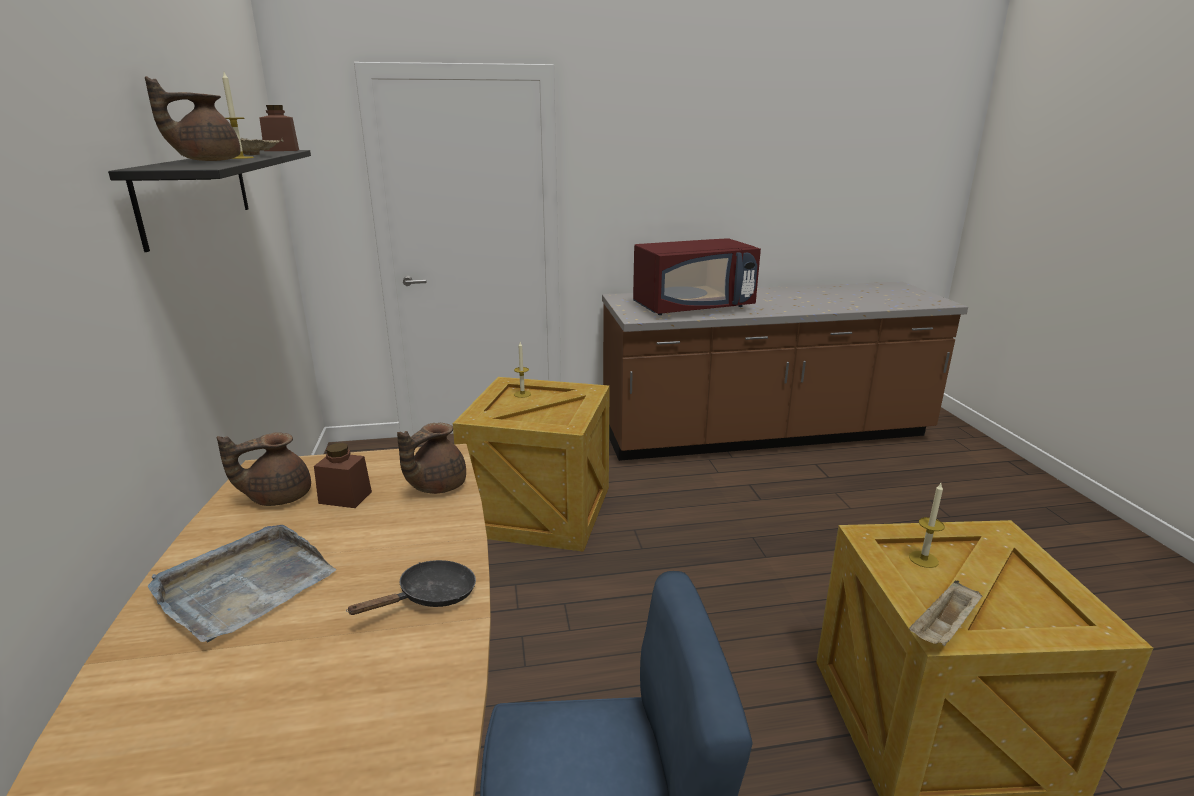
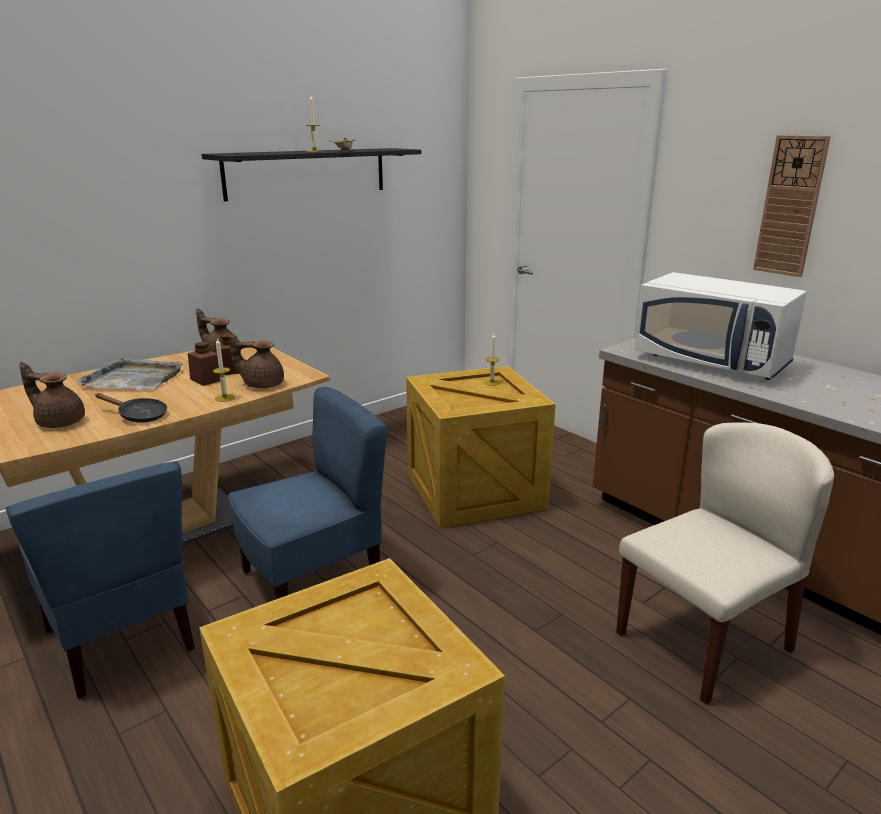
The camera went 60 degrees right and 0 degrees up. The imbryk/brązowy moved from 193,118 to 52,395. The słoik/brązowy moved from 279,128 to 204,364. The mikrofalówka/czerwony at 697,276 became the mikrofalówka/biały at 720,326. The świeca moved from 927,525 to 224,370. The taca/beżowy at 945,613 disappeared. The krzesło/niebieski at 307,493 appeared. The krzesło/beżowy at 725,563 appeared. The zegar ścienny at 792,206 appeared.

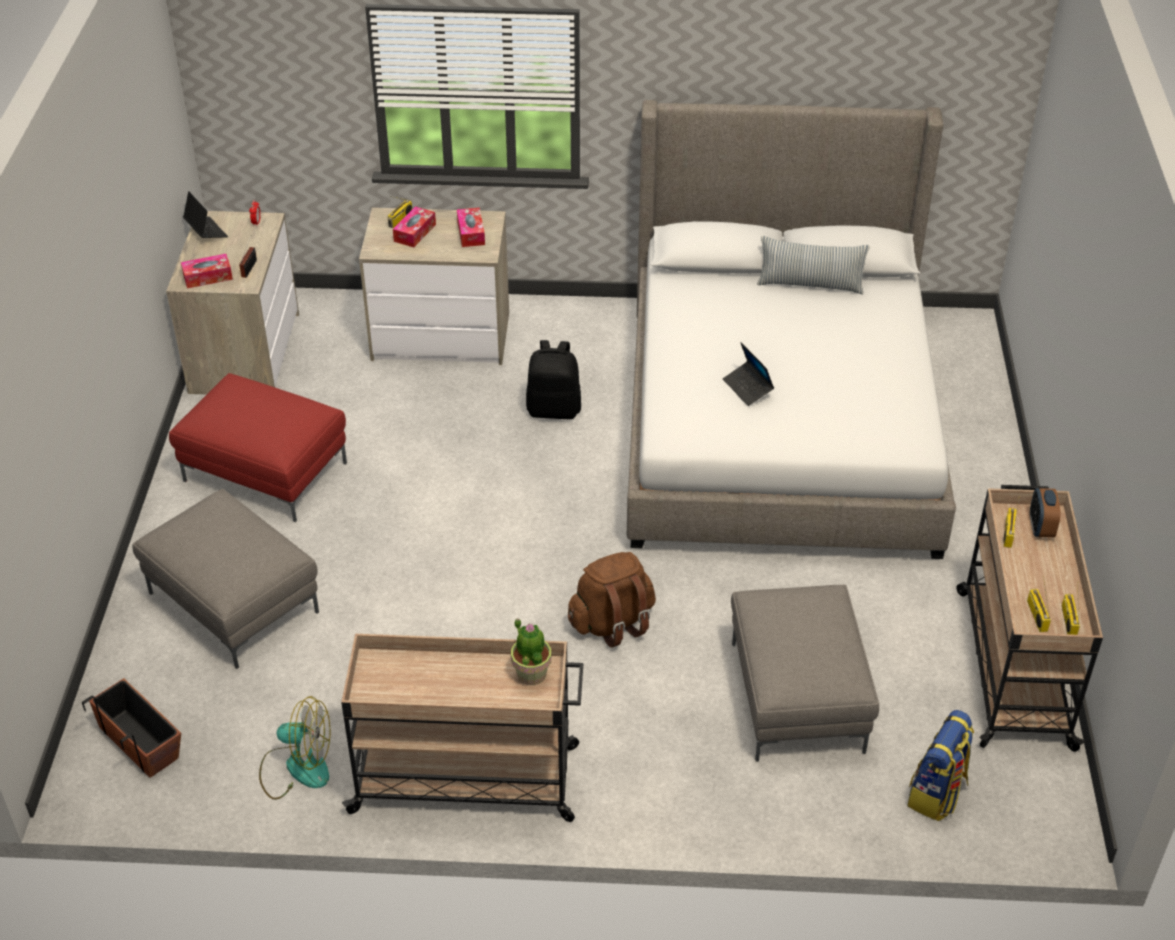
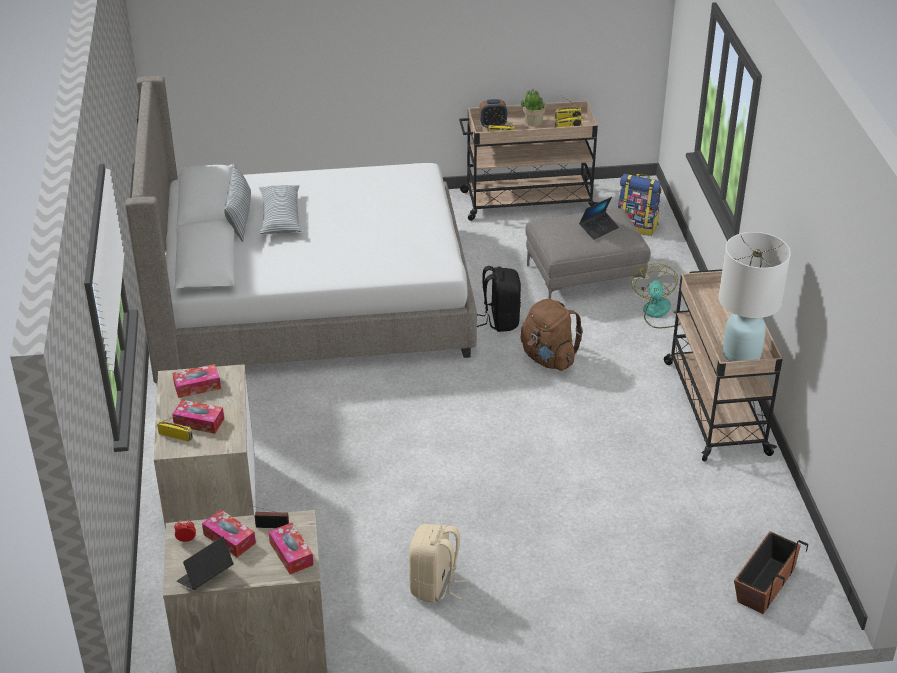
The camera went 100 degrees left and 5 degrees down. The pufa/szary at 225,579 disappeared. The pufa/czerwony at 258,447 was replaced by the plecak/beżowy at 438,563. The wentylator moved from 294,748 to 656,295. The roślina doniczkowa moved from 531,651 to 533,107. The plecak/czarny moved from 553,379 to 499,299. The laptop moved from 748,374 to 599,218. The pudełko chusteczek at 229,533 appeared. The poduszka at 280,209 appeared. The lampa stołowa/biały at 755,297 appeared.

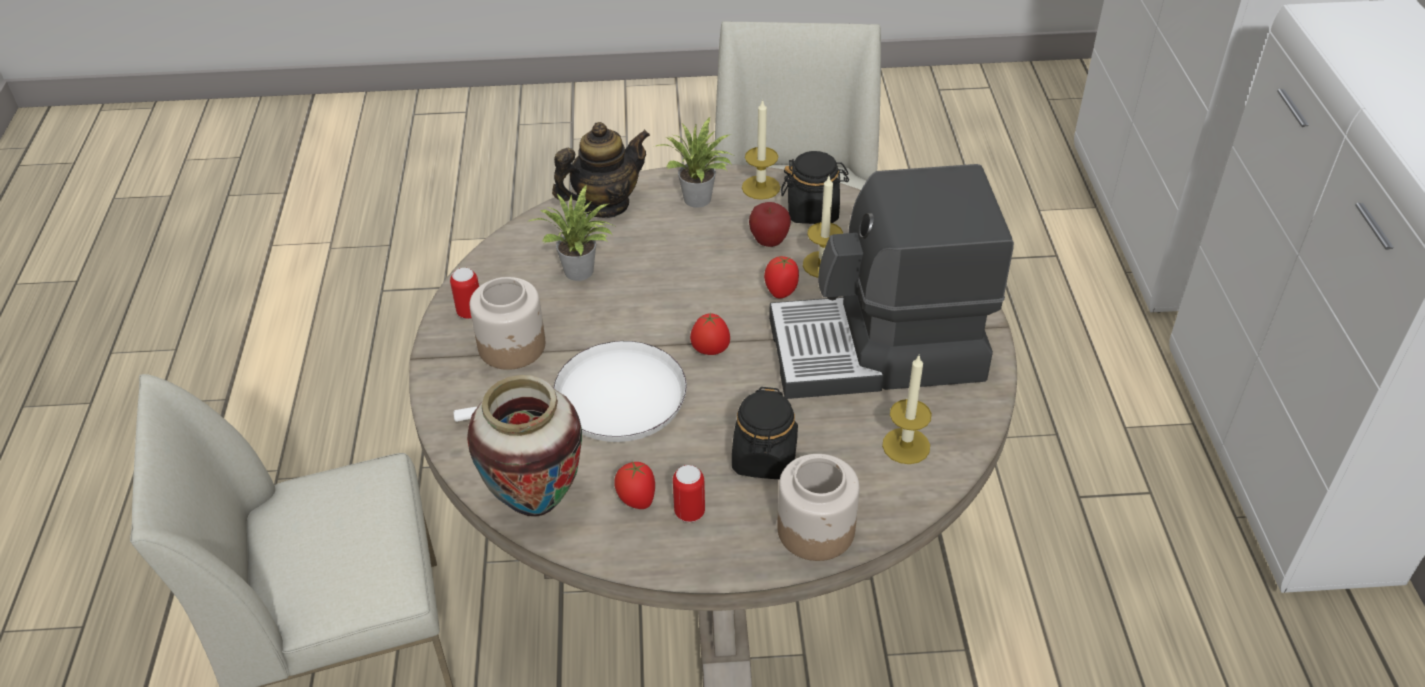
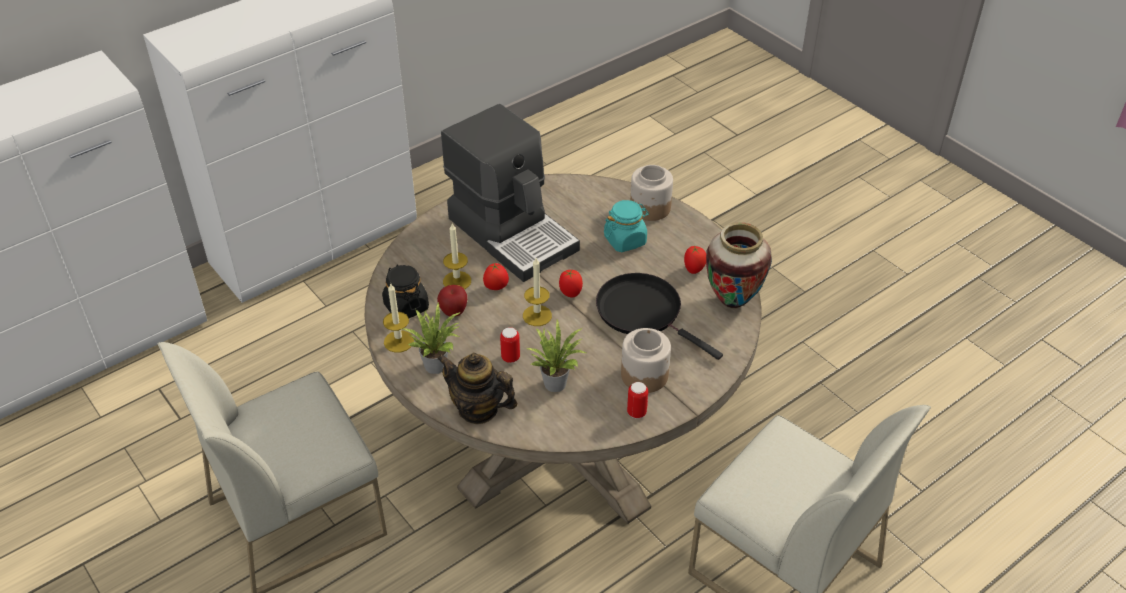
The camera went 125 degrees left and 0 degrees up. The patelnia/biały at 570,391 became the patelnia/czarny at 659,316. The puszka moved from 689,493 to 510,345. The słoik/czarny at 765,433 became the słoik/turkusowy at 626,226. The świeca moved from 907,410 to 537,292.

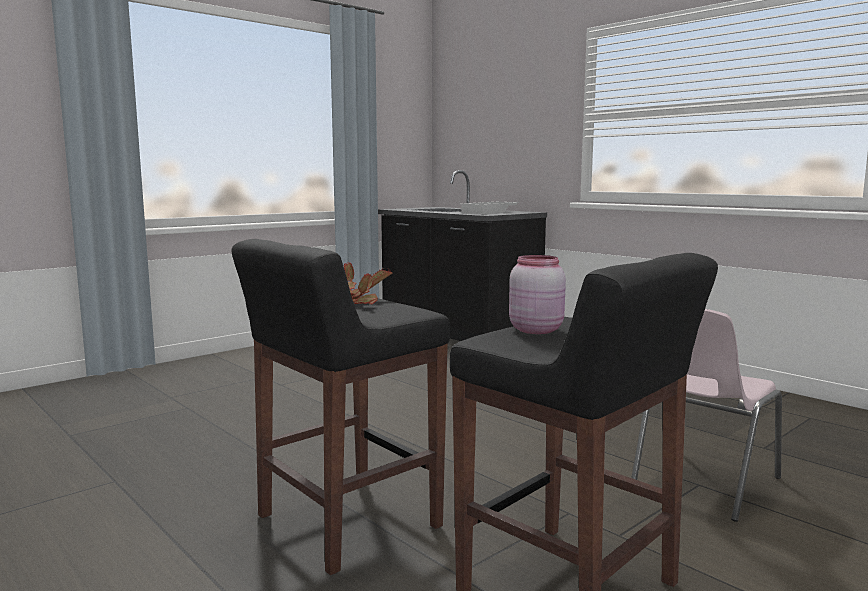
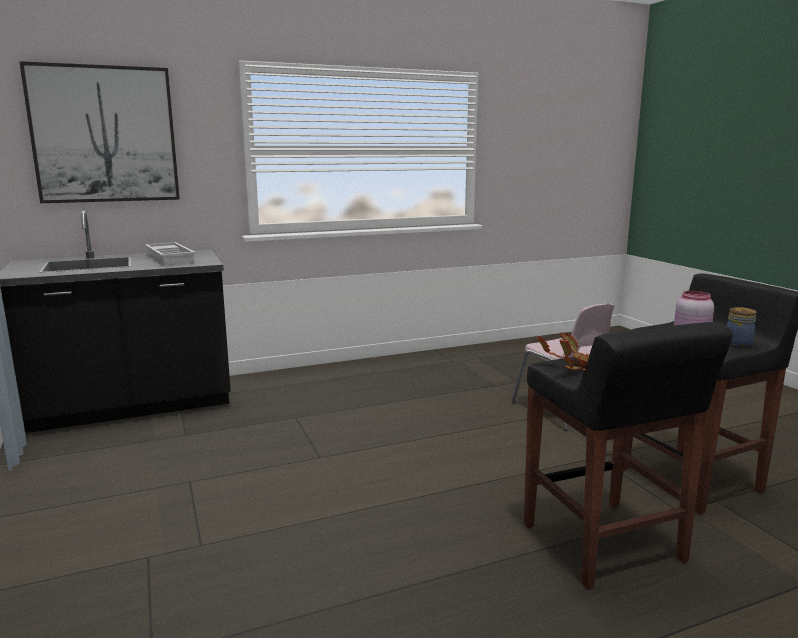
The camera went 70 degrees left and 5 degrees up. The obraz at 99,132 appeared. The słoik at 741,327 appeared.

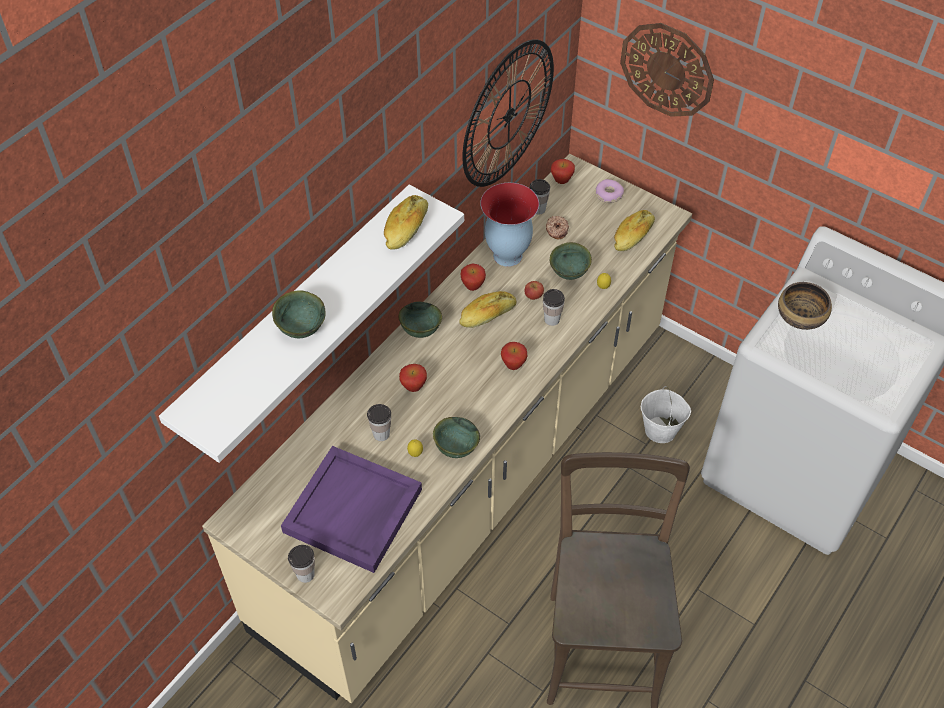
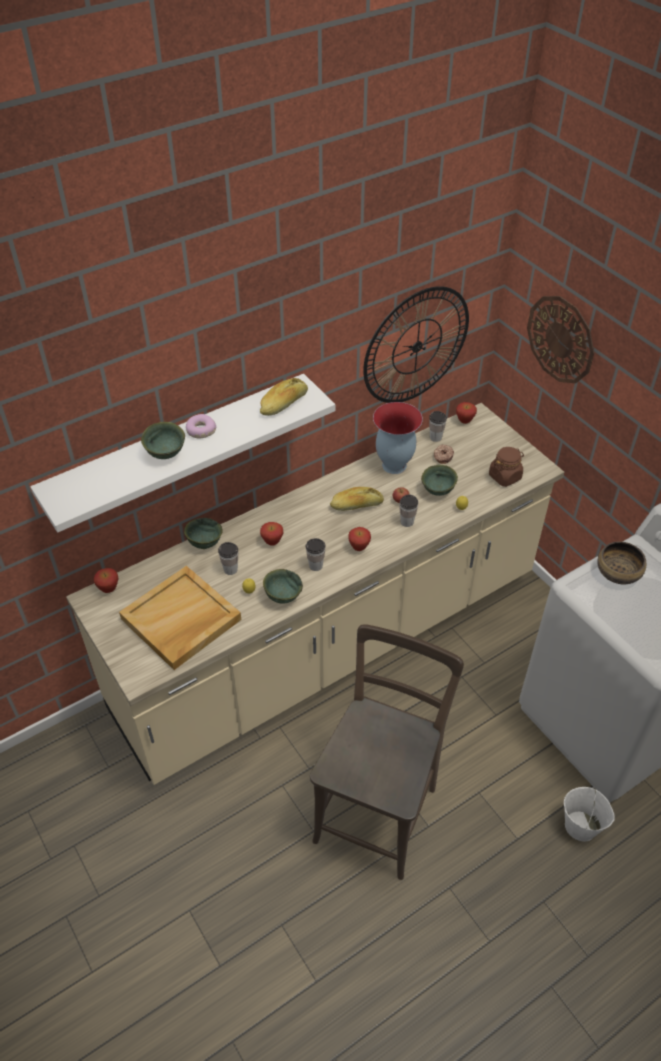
The camera went 20 degrees right and 5 degrees down. The taca/fioletowy at 351,509 became the taca/beżowy at 180,618. The filiżanka moved from 301,564 to 315,554. The miska/zielony moved from 420,319 to 203,533. The jabłko moved from 473,277 to 106,580. The donut moved from 610,191 to 201,426. The chleb at 634,230 was replaced by the słoik/brązowy at 506,467. The wiadro/biały moved from 666,414 to 589,814.

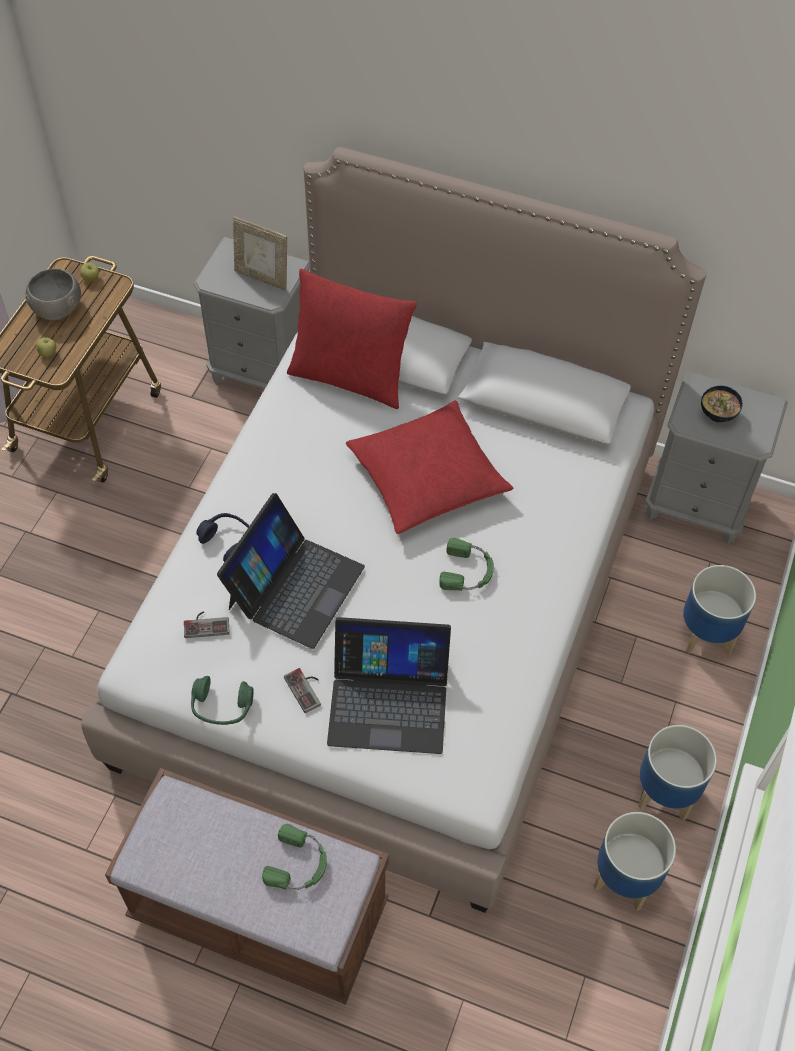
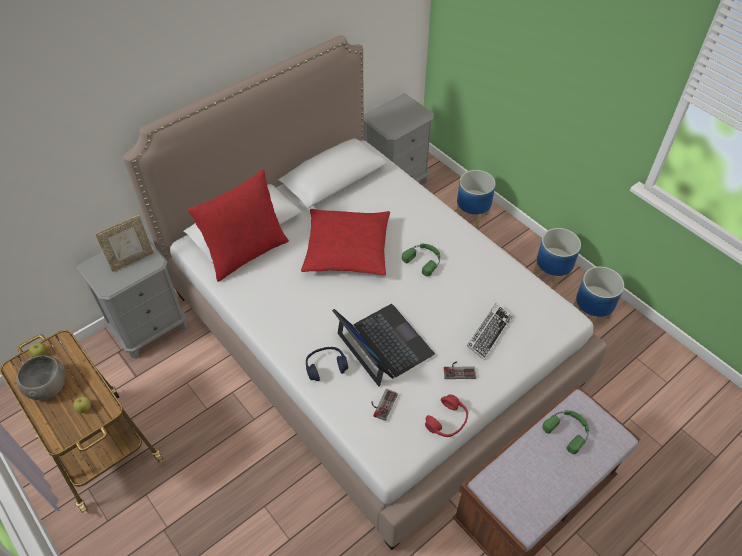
The camera went 60 degrees left and 5 degrees down. The słuchawki/zielony at 222,700 became the słuchawki/czerwony at 446,415. The laptop at 389,685 was replaced by the klawiatura at 490,332. The miska at 722,404 disappeared.

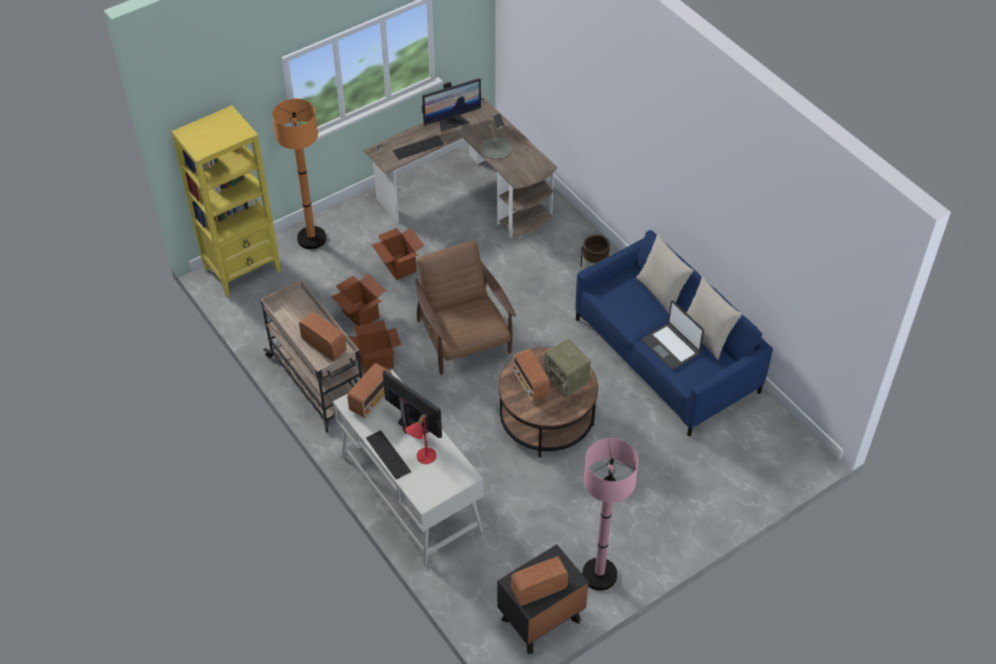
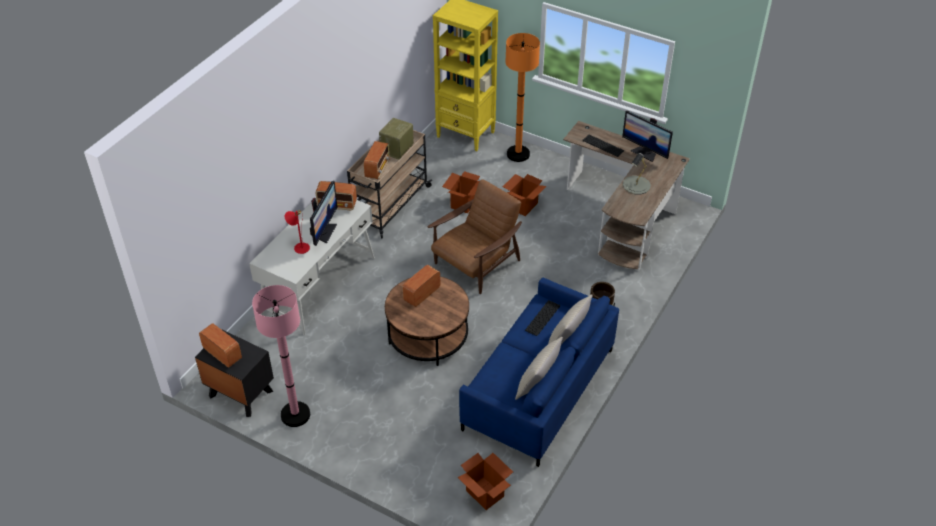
The camera went 65 degrees right and 5 degrees down. The karton moved from 374,347 to 485,481. The klawiatura moved from 388,455 to 542,318. The radio moved from 567,368 to 396,139. The laptop at 673,335 disappeared.

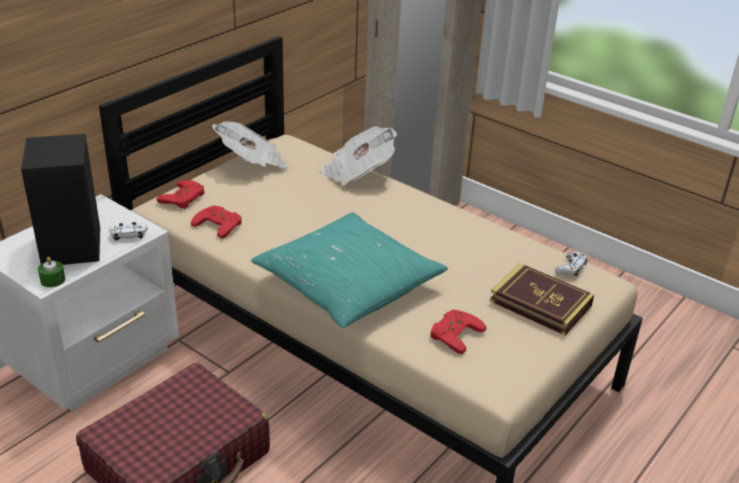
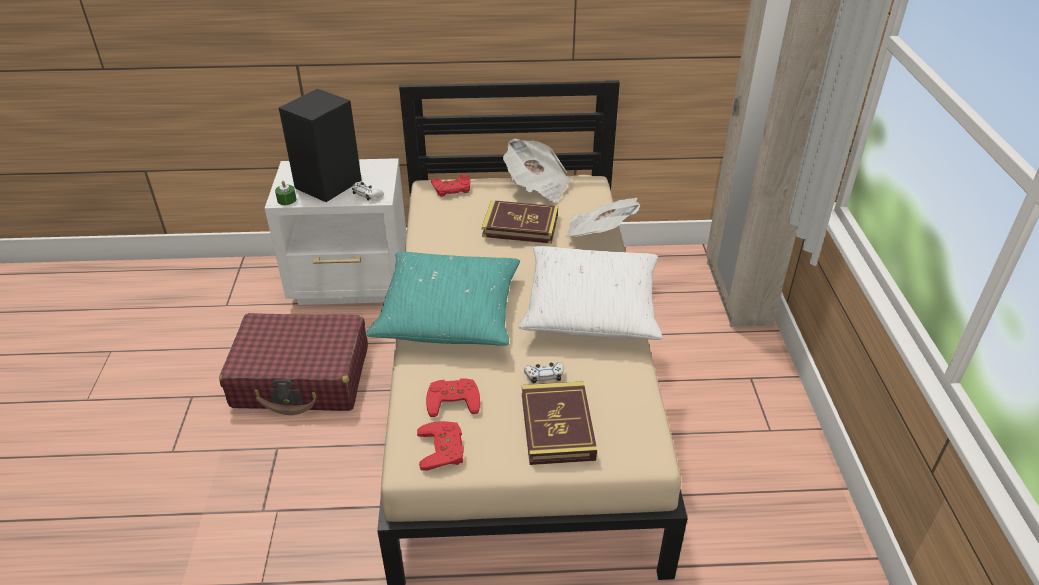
The camera went 50 degrees right and 5 degrees up. The pad do gier/czerwony moved from 216,222 to 440,446. The pad do gier/biały moved from 571,264 to 544,373. The książka at 520,222 appeared. The poduszka/biały at 591,293 appeared.

